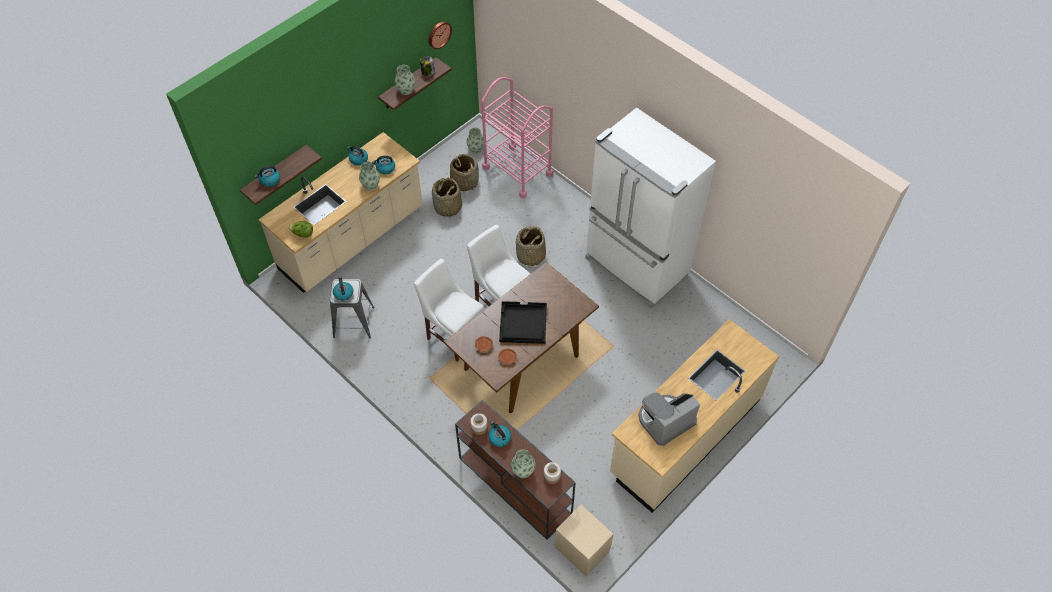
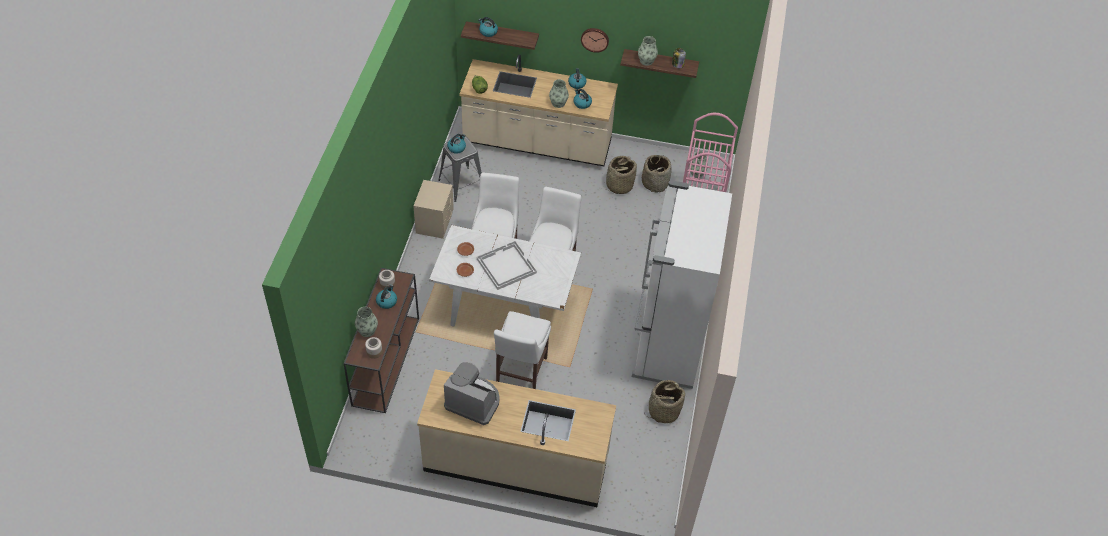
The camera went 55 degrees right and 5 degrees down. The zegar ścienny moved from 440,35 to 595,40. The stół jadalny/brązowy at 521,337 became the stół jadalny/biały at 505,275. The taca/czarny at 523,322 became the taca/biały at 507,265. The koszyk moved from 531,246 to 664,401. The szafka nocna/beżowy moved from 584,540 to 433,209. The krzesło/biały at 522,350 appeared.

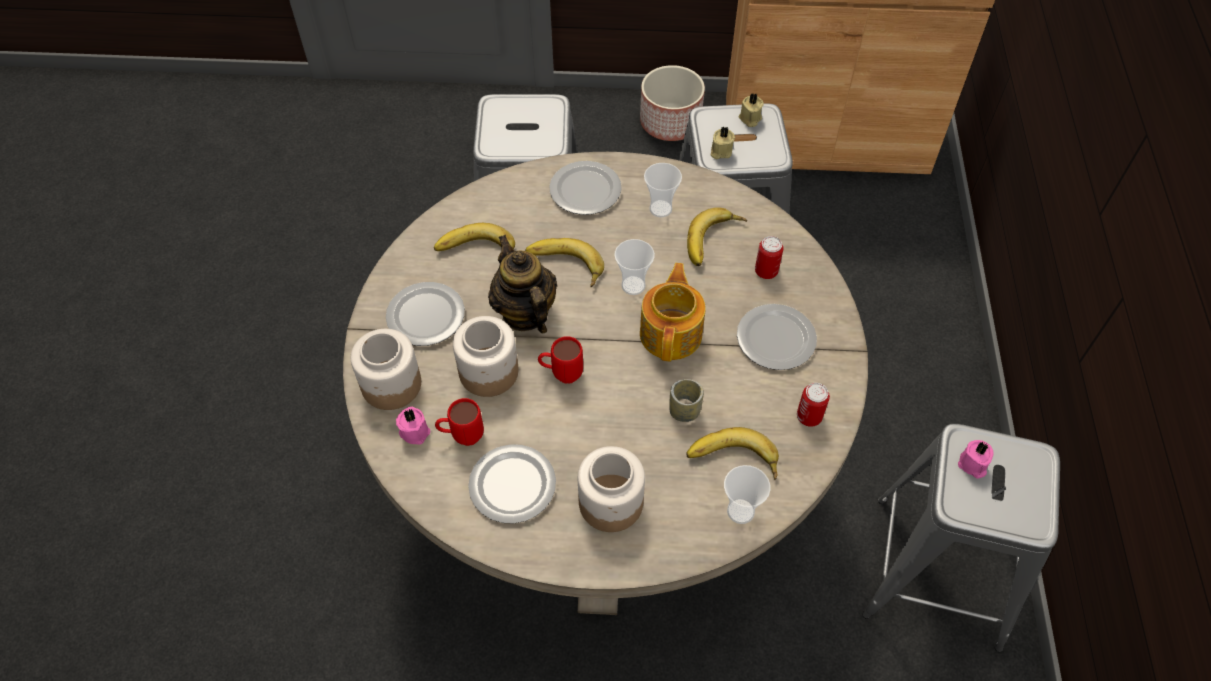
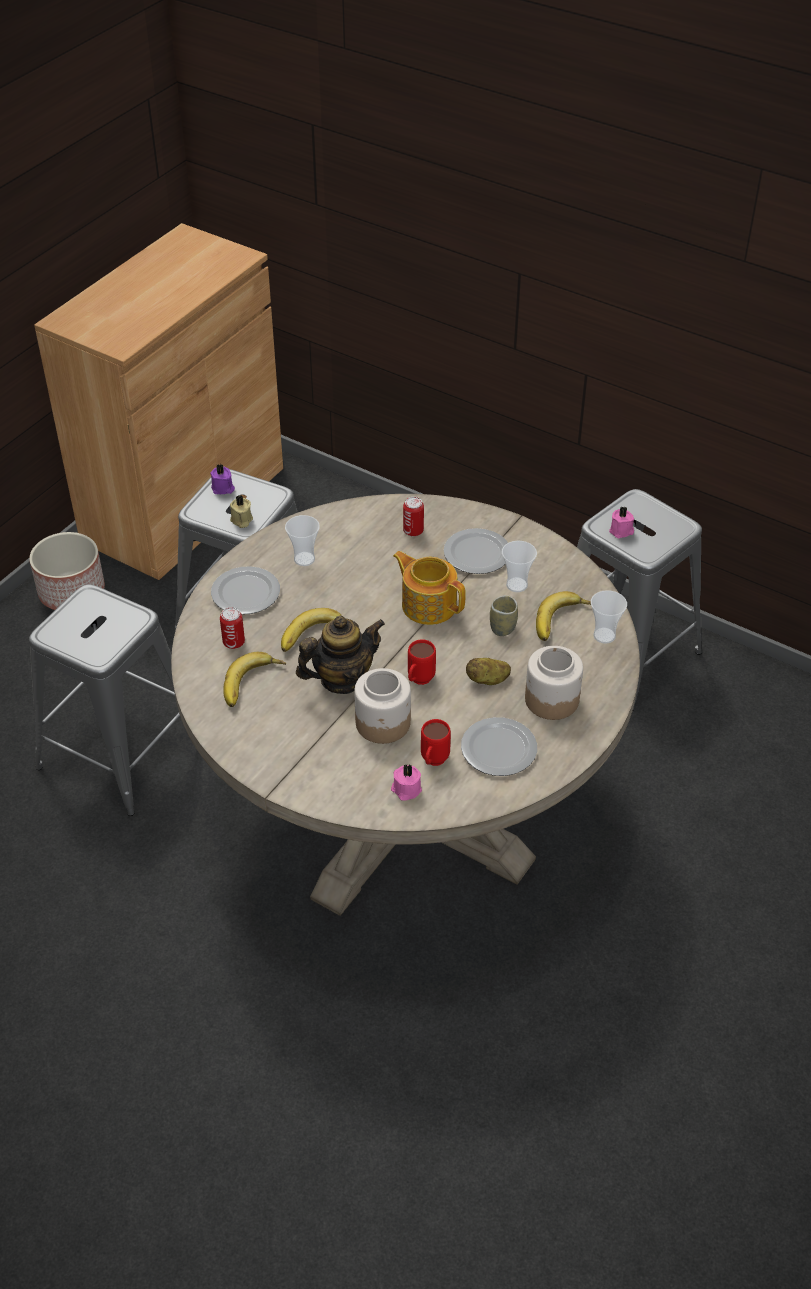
The camera went 60 degrees left and 10 degrees down. The słoik at 386,369 disappeared. The talerz at 425,314 disappeared. The imbryk at 522,284 turned 150 degrees clockwise. The filiżanka moved from 634,267 to 519,566. The banan at 717,236 disappeared. The świeca/beżowy at 751,110 became the świeca/fioletowy at 223,479. The puszka moved from 813,405 to 232,628. The ziemniak at 488,671 appeared.

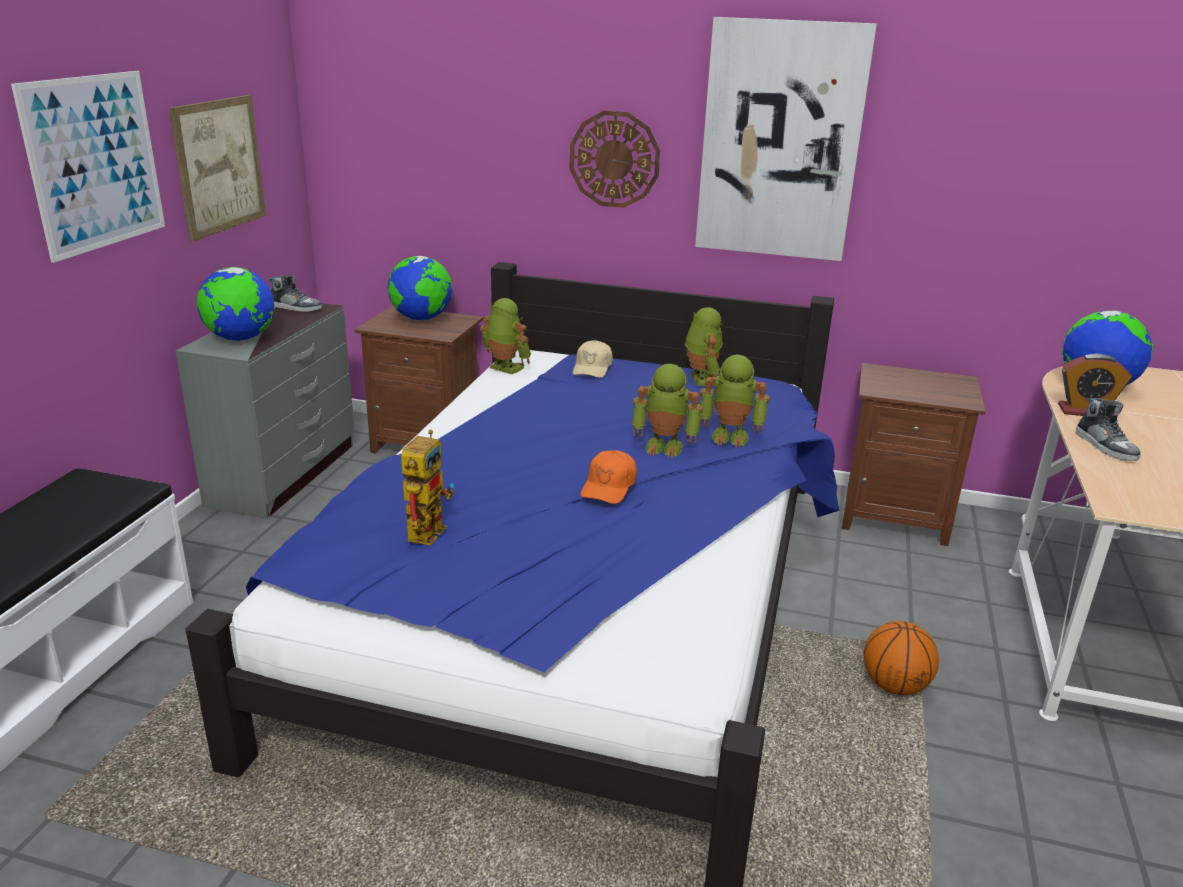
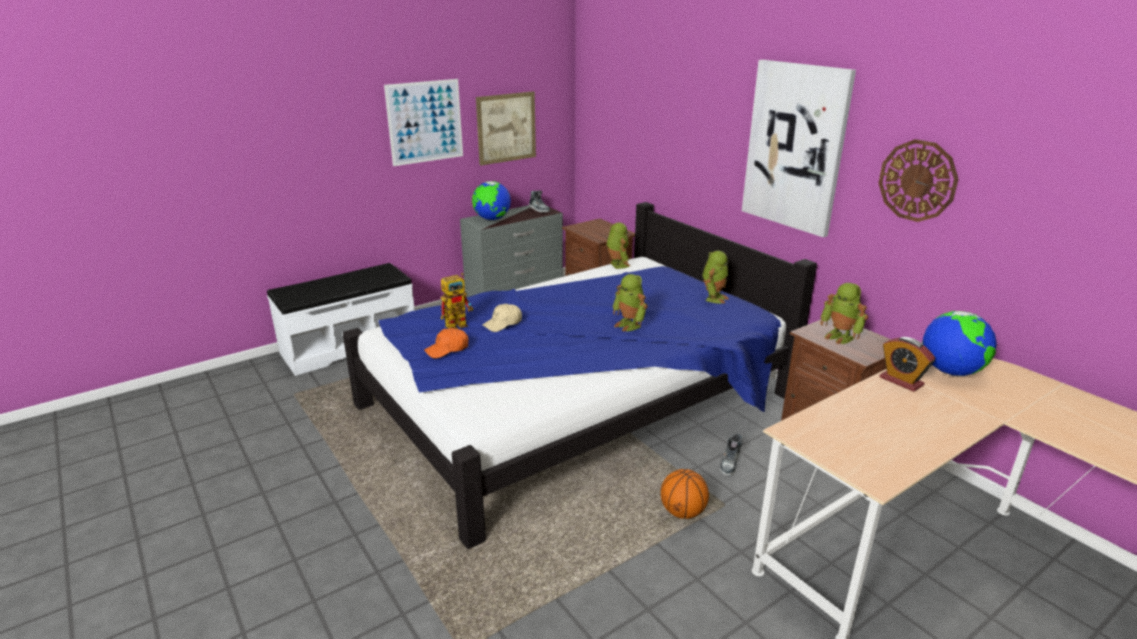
The camera went 40 degrees right and 0 degrees up. The globus at 420,288 disappeared. The zegar ścienny moved from 614,159 to 918,180. The czapka z daszkiem/beżowy moved from 593,359 to 502,318. The czapka z daszkiem/pomarańczowy moved from 608,477 to 446,343. The robot zabawkowy moved from 735,401 to 844,313. The but moved from 1108,429 to 731,455.

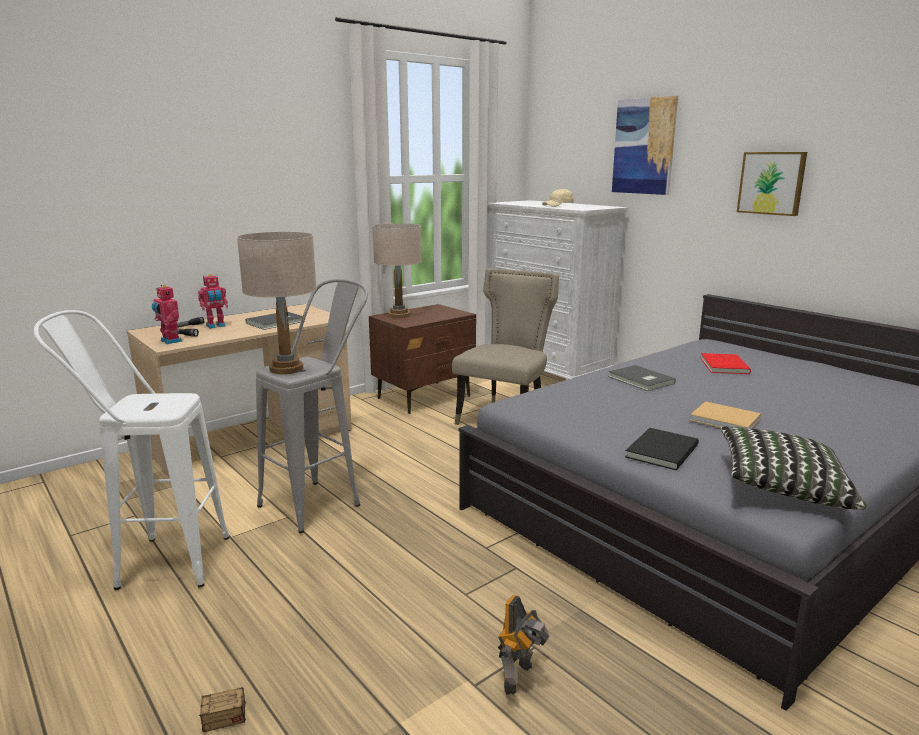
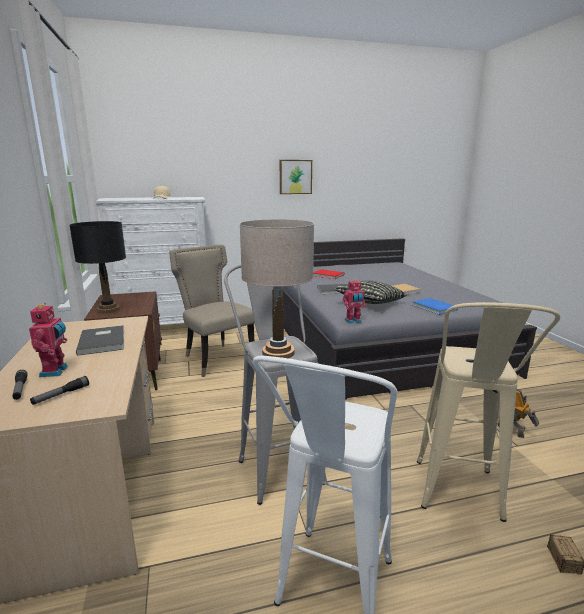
The camera went 65 degrees left and 0 degrees up. The robot zabawkowy moved from 167,314 to 354,302. The lampa stołowa/beżowy at 397,270 became the lampa stołowa/czarny at 97,267. The obraz at 645,145 disappeared. The książka/czarny at 662,449 became the książka/niebieski at 435,306. The poduszka moved from 793,468 to 370,292. The stołek/beżowy at 488,412 appeared.

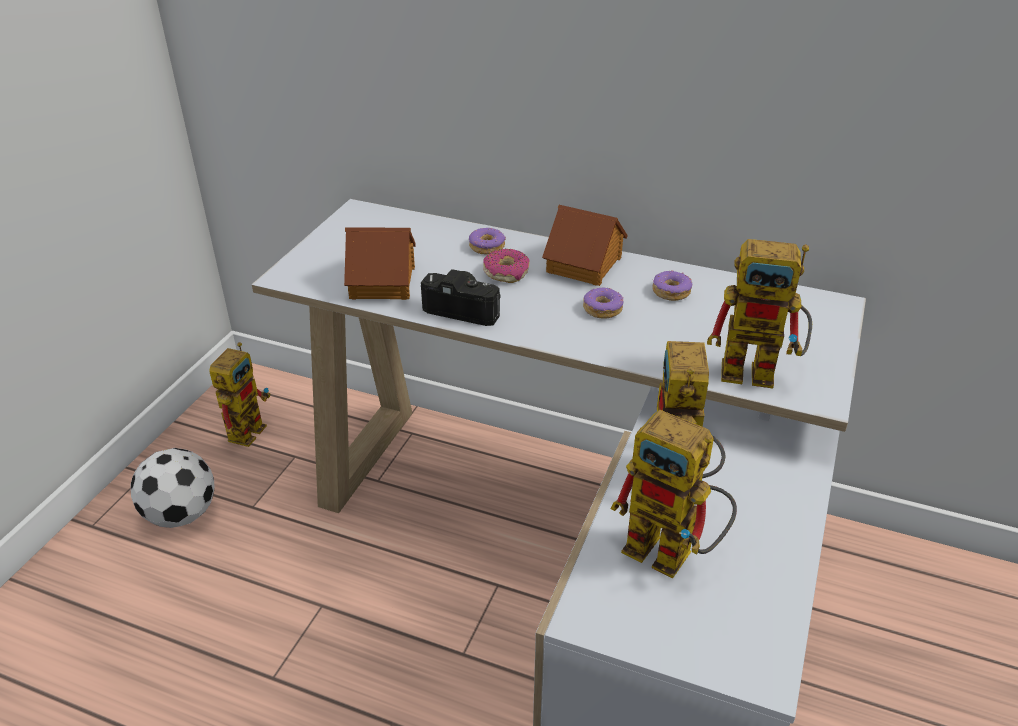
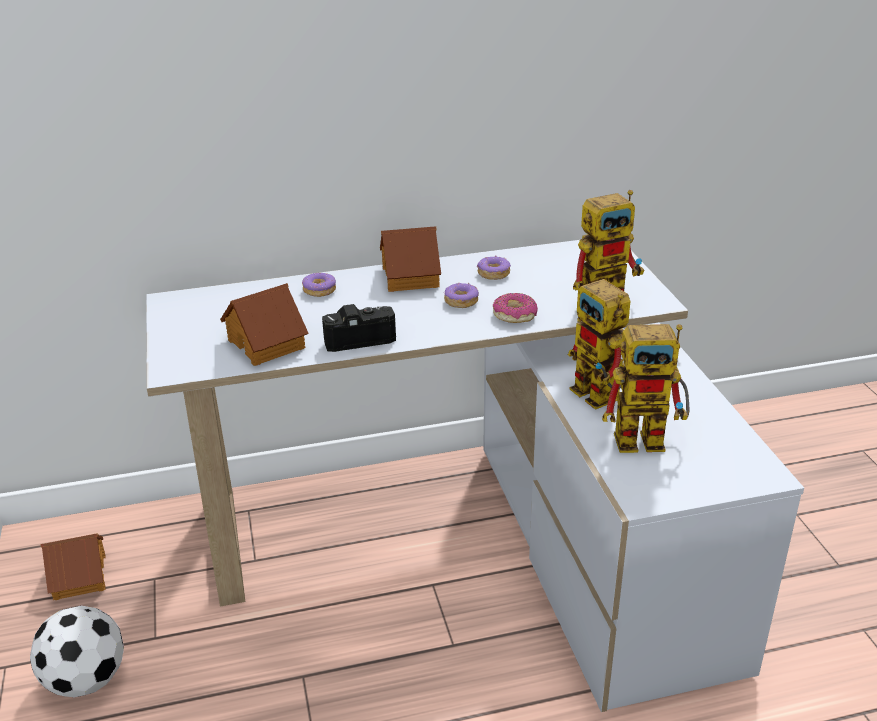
The camera went 35 degrees left and 5 degrees down. The robot zabawkowy at 240,394 was replaced by the domek at 73,567. The donut moved from 506,266 to 515,308.

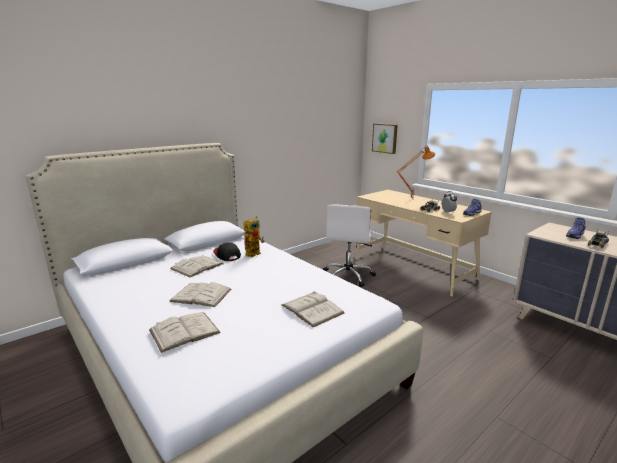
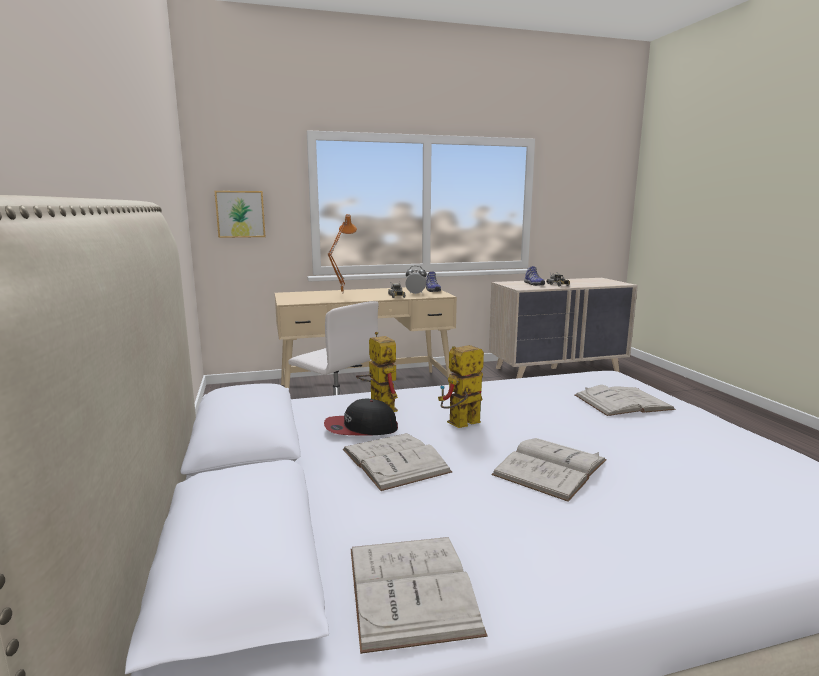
The camera went 65 degrees left and 5 degrees down. The książka/biały moved from 185,332 to 419,595. The robot zabawkowy at 461,386 appeared.

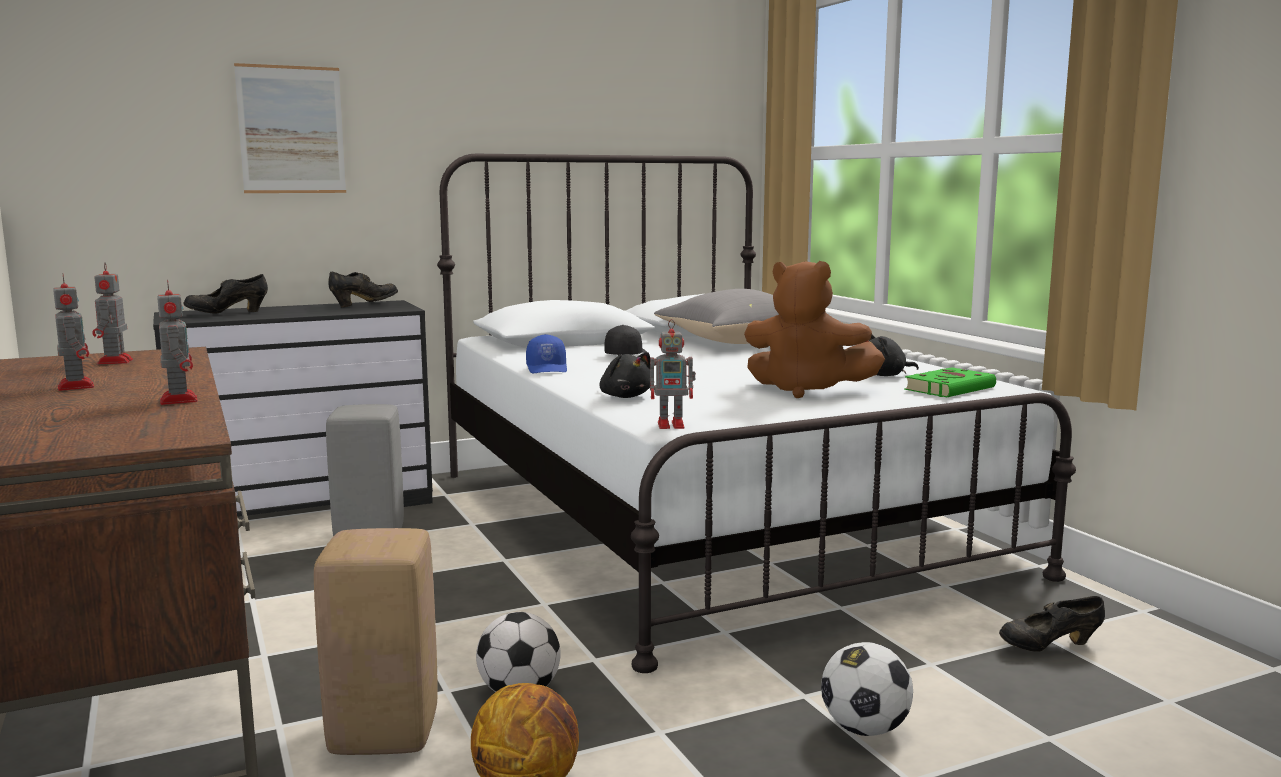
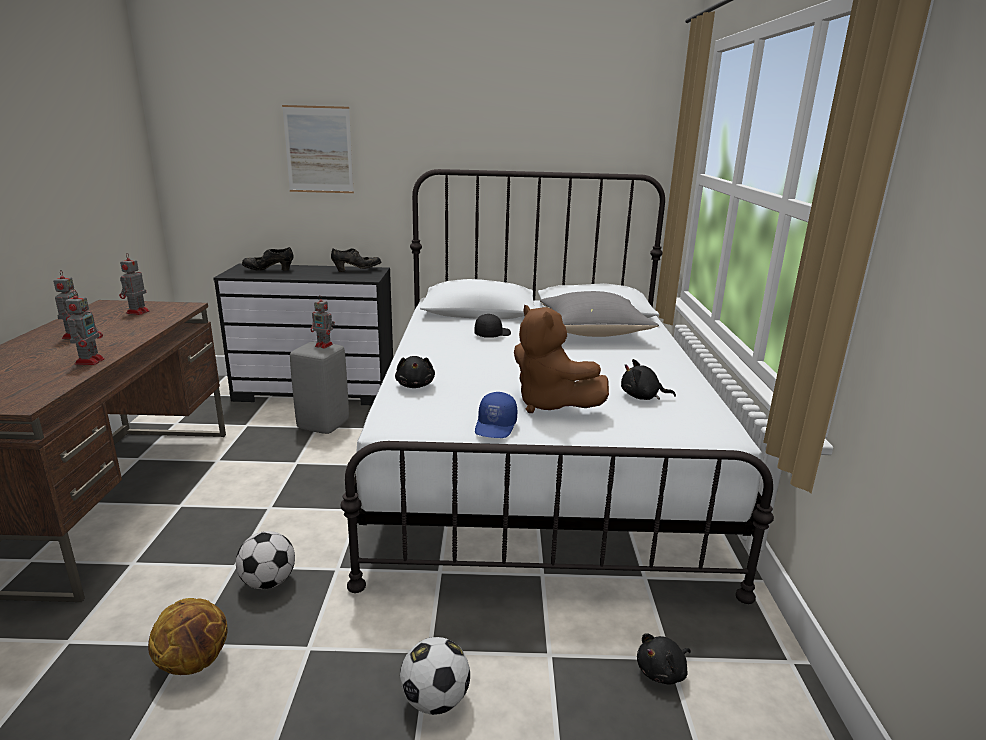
The camera went 25 degrees right and 10 degrees up. The stołek/beżowy at 376,641 disappeared. The czapka z daszkiem/niebieski moved from 546,353 to 496,415. The robot zabawkowy moved from 673,374 to 323,322. The książka/zielony at 950,382 disappeared. The but/czarny at 1052,624 was replaced by the pluszak/czarny at 664,658.

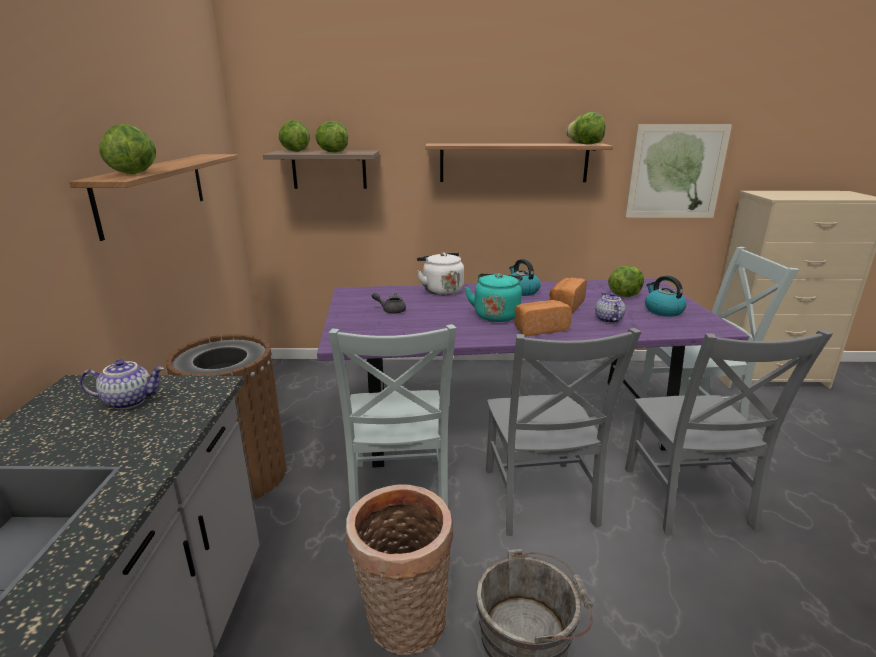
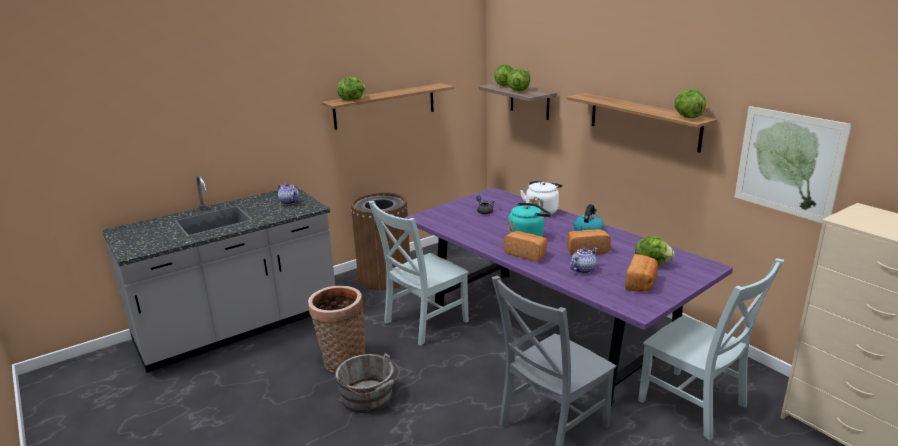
The camera went 55 degrees right and 0 degrees up. The krzesło/szary at 564,432 disappeared. The czajnik at 665,296 was replaced by the chleb at 641,273.

